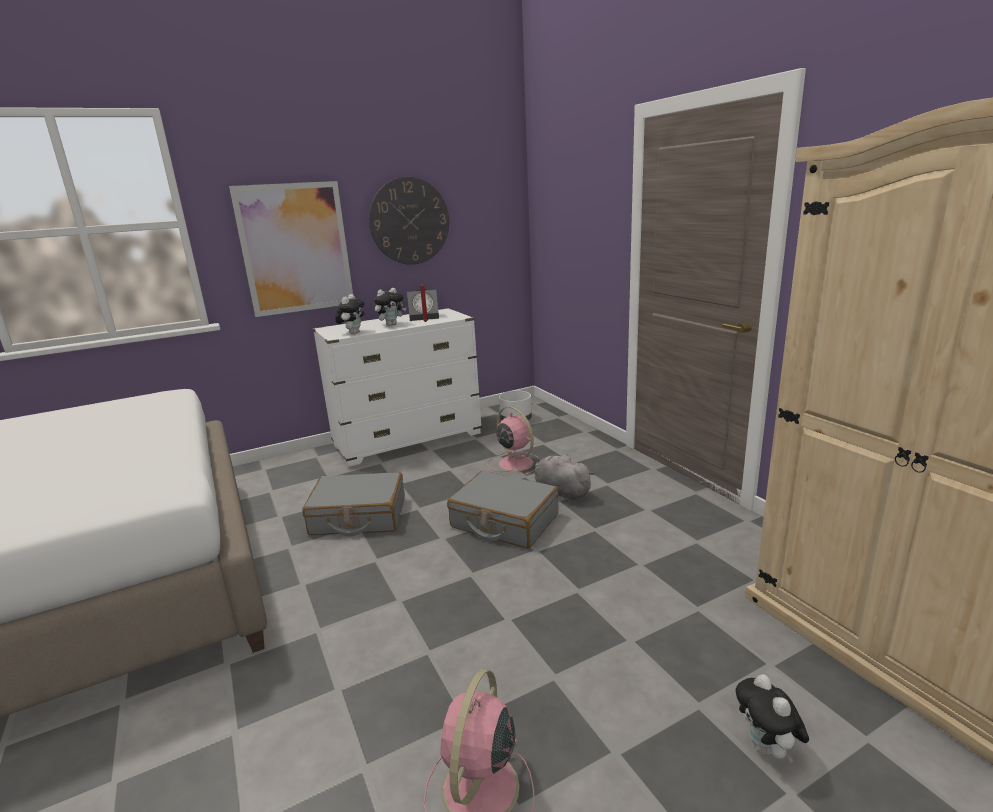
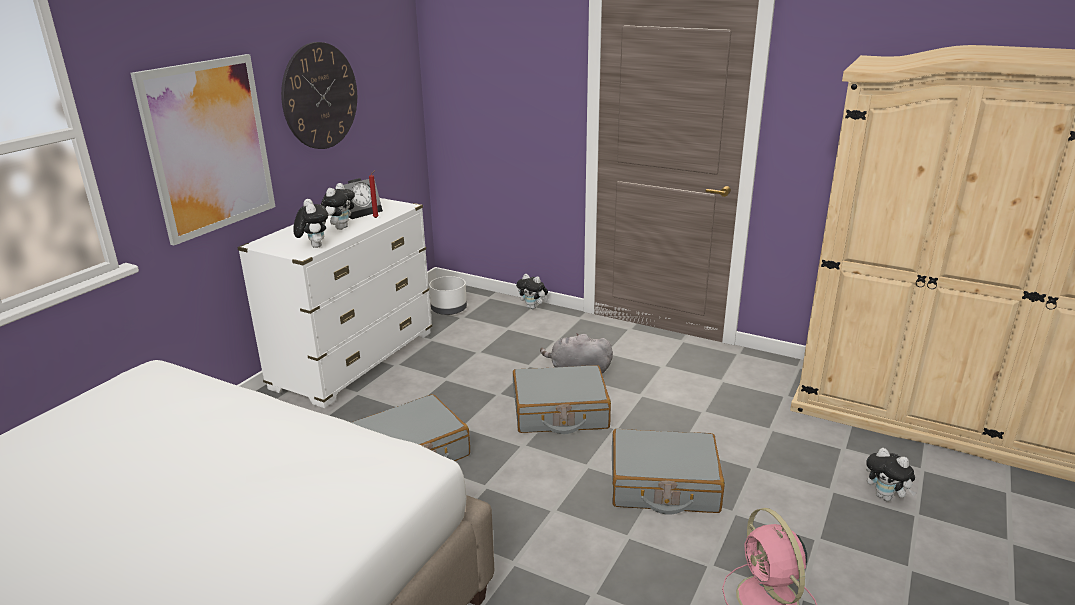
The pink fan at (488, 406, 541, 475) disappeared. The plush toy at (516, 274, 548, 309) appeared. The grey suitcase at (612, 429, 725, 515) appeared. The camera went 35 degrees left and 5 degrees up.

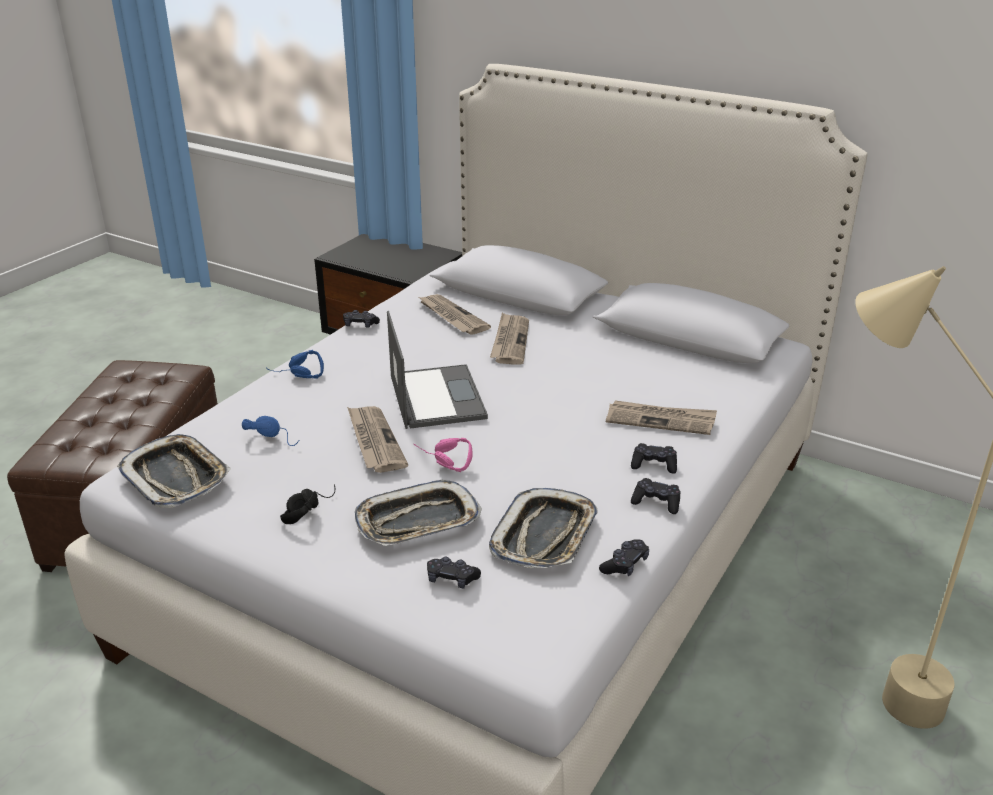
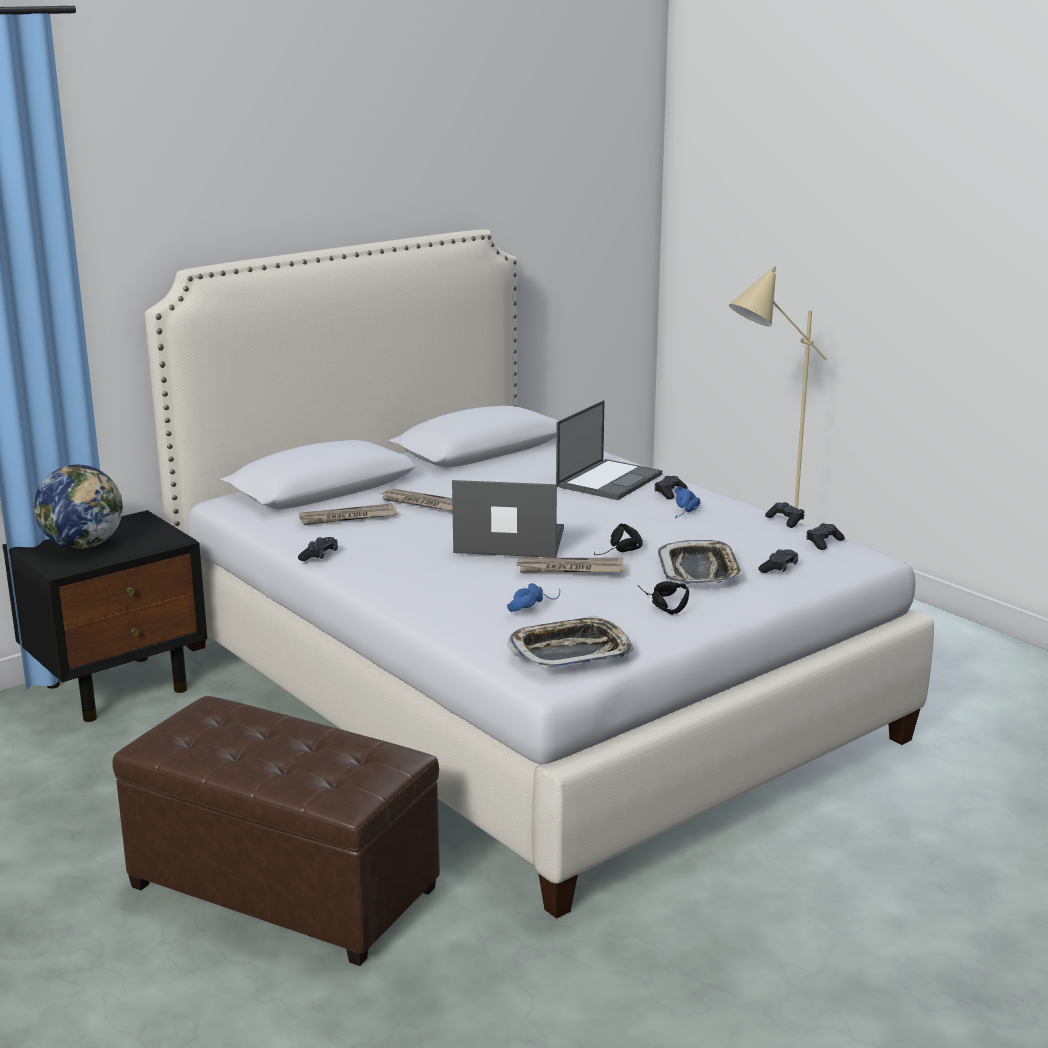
The blue headphones moved from (266, 350, 324, 379) to (674, 486, 700, 518). The newspaper at (606, 400, 717, 435) was replaced by the laptop at (556, 400, 662, 500). The pink headphones at (414, 438, 473, 472) became the black headphones at (594, 523, 643, 555). The black game controller moved from (631, 478, 681, 514) to (806, 523, 845, 550). The tray at (489, 488, 598, 568) disappeared. The globe at (34, 465, 123, 549) appeared. The camera went 70 degrees left and 10 degrees down.

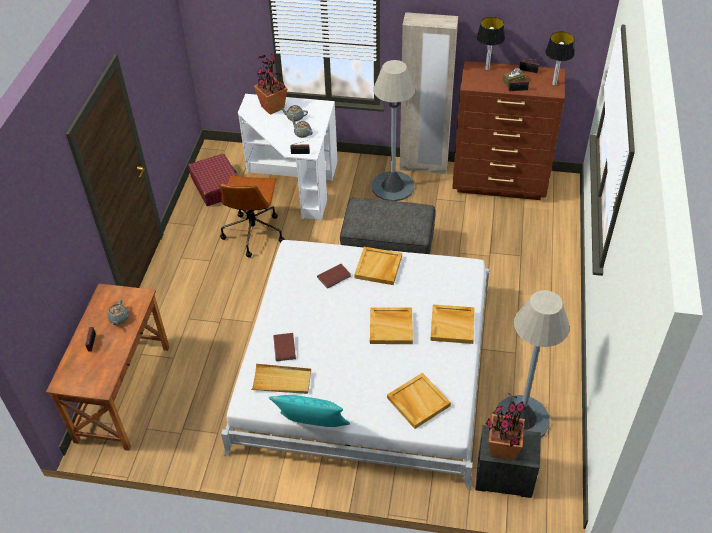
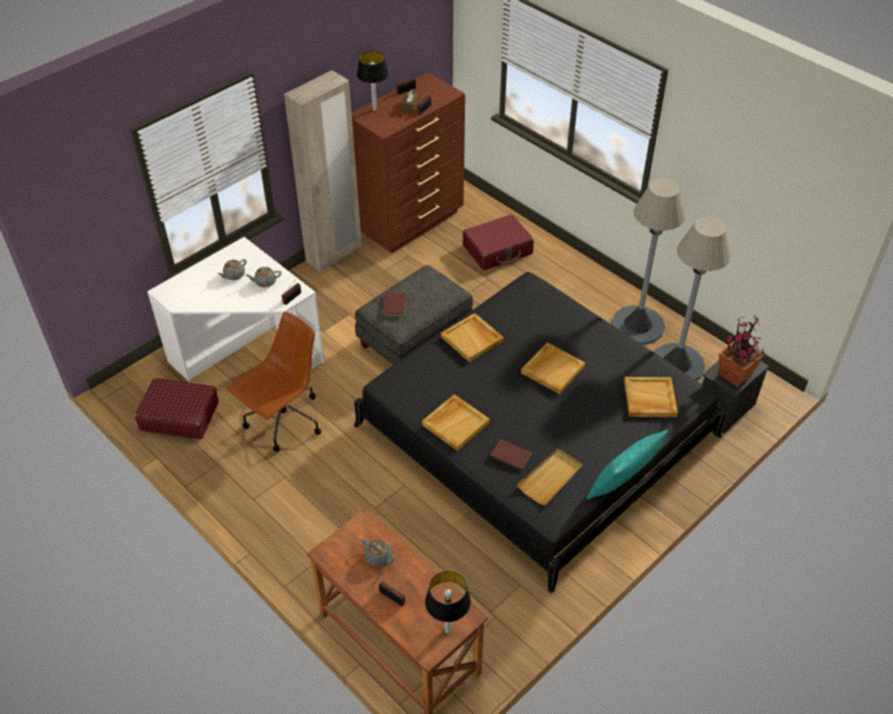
The table lamp moved from (545, 32, 575, 86) to (425, 571, 471, 634). The potted plant at (254, 53, 287, 115) disappeared. The grey floor lamp moved from (372, 60, 415, 201) to (611, 179, 685, 345). The brown office chair at (219, 176, 285, 257) turned 90 degrees counterclockwise. The white bed at (221, 240, 489, 490) became the black bed at (354, 272, 726, 594). The brown book moved from (317, 264, 351, 289) to (383, 292, 405, 317). The beige tray moved from (430, 304, 475, 344) to (422, 394, 490, 451). The red suitcase at (463, 214, 534, 270) appeared. The camera went 55 degrees left and 0 degrees up.

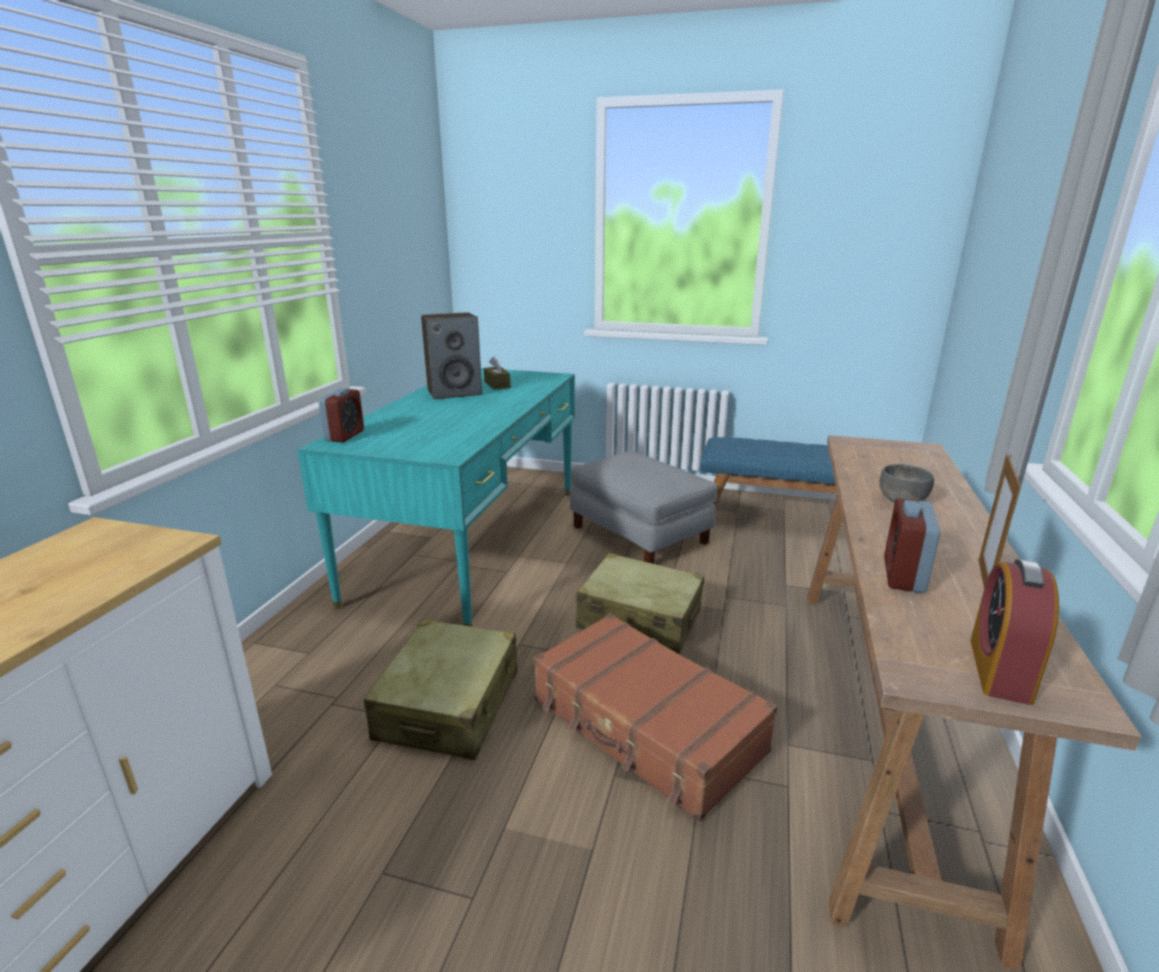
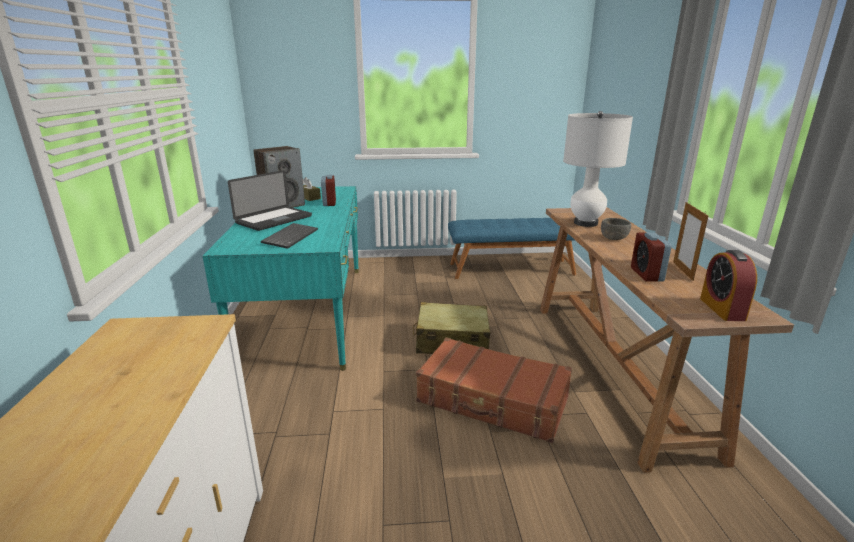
The alarm clock moved from (319, 388, 364, 442) to (321, 175, 336, 206). The grey ottoman at (570, 451, 718, 564) disappeared. The beige suitcase at (364, 619, 518, 760) disappeared. The white table lamp at (563, 111, 633, 227) appeared. The laptop at (228, 170, 312, 231) appeared. The keyboard at (261, 223, 318, 249) appeared. The camera went 20 degrees left and 0 degrees up.

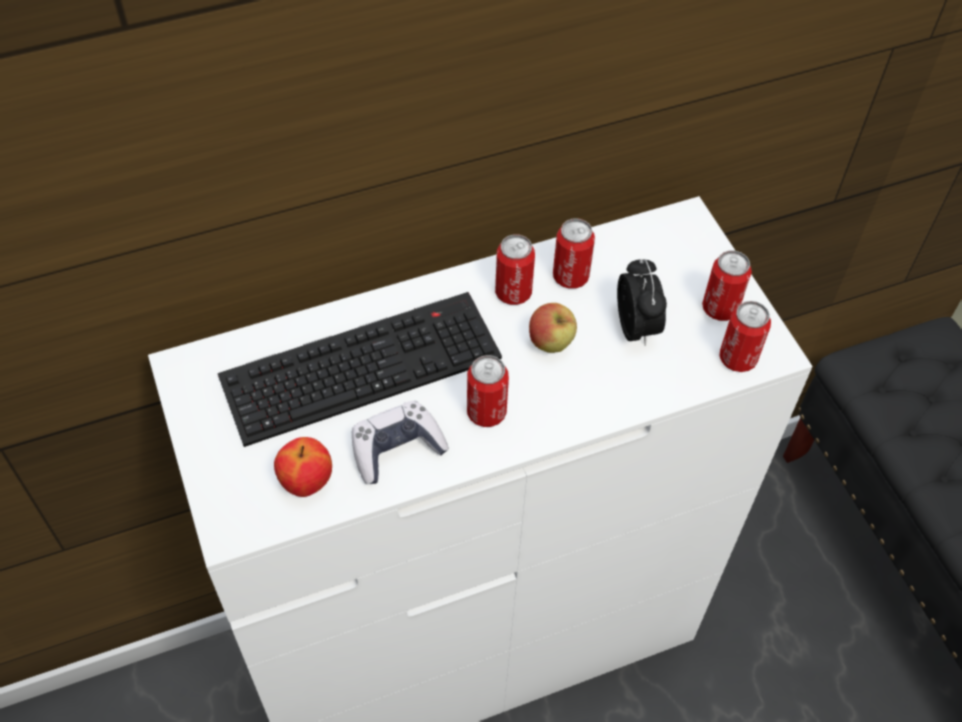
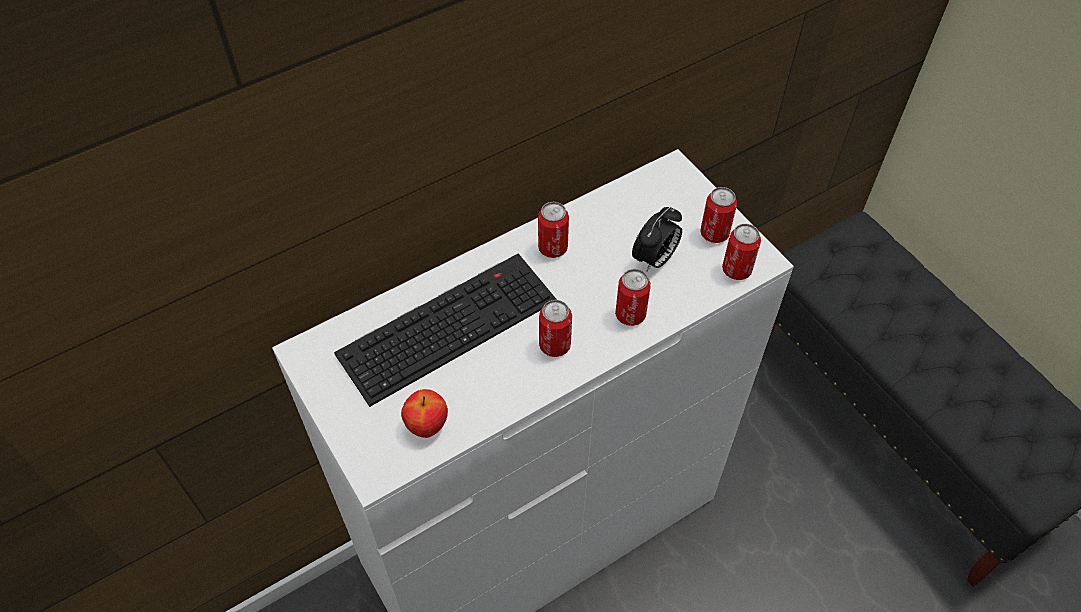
The can moved from (553, 218, 595, 289) to (615, 269, 651, 326). The alarm clock at (617, 259, 667, 346) turned 60 degrees clockwise. The apple at (529, 303, 577, 353) disappeared. The game controller at (352, 401, 449, 484) disappeared. The camera went 10 degrees left and 0 degrees up.

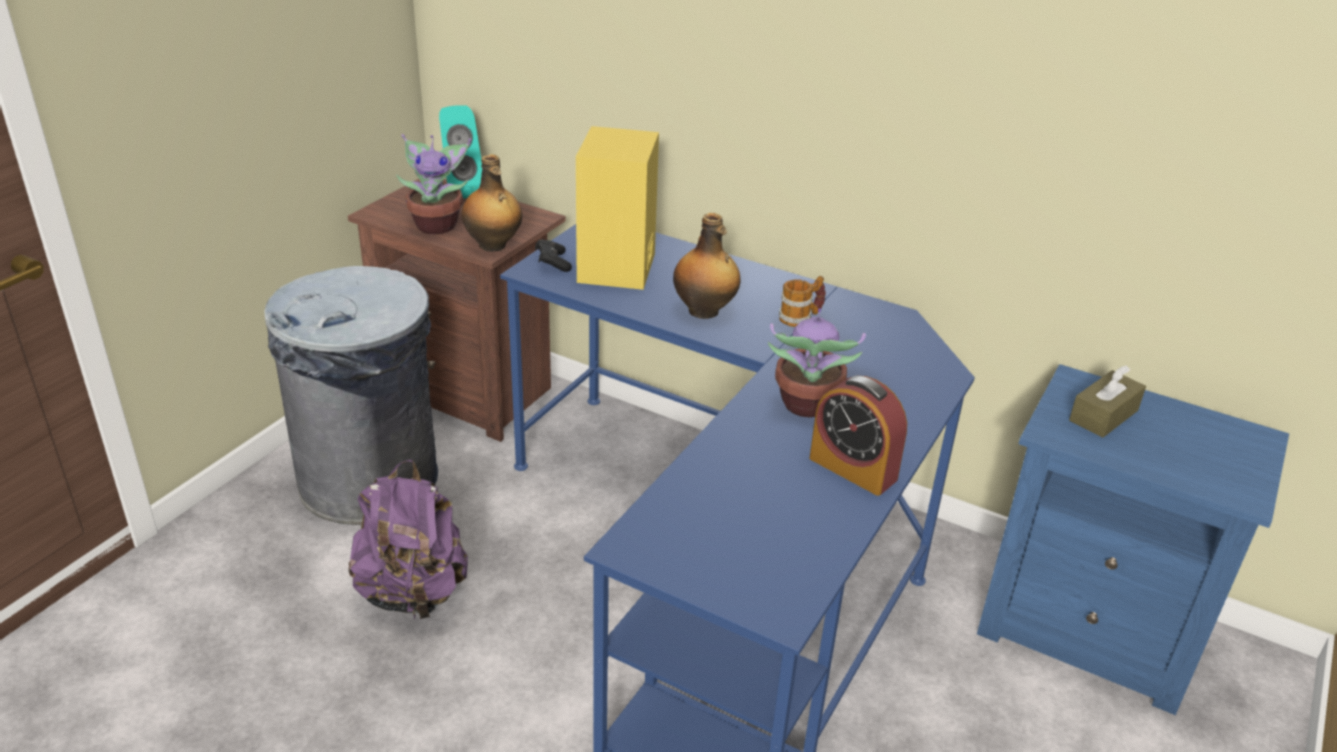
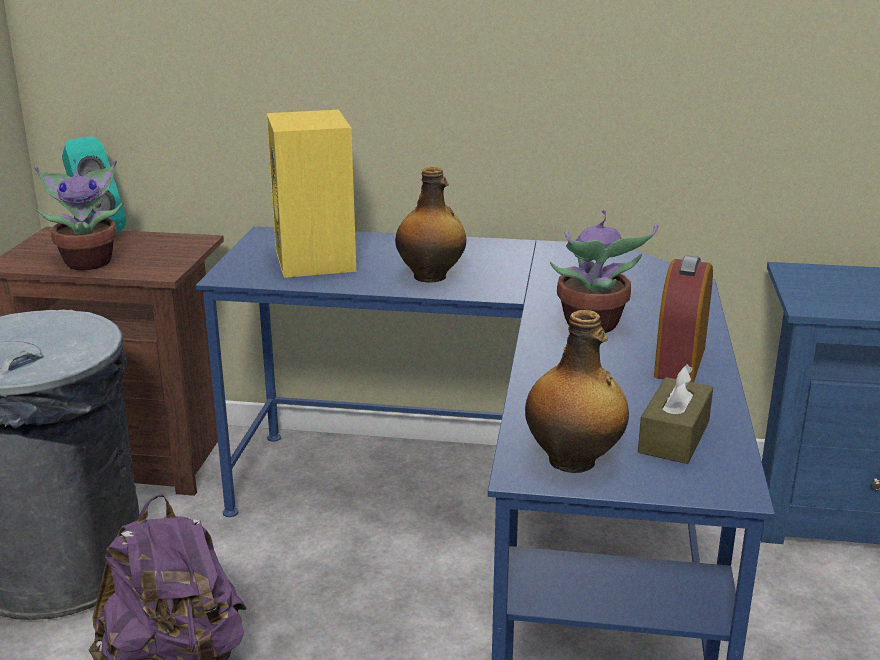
The bottle moved from (462, 154, 522, 252) to (525, 310, 629, 473). The black game controller at (535, 239, 572, 272) disappeared. The mug at (779, 276, 826, 327) disappeared. The brown tissue box moved from (1069, 365, 1146, 438) to (638, 364, 713, 464). The alarm clock at (810, 376, 907, 496) turned 90 degrees clockwise. The camera went 20 degrees left and 10 degrees down.

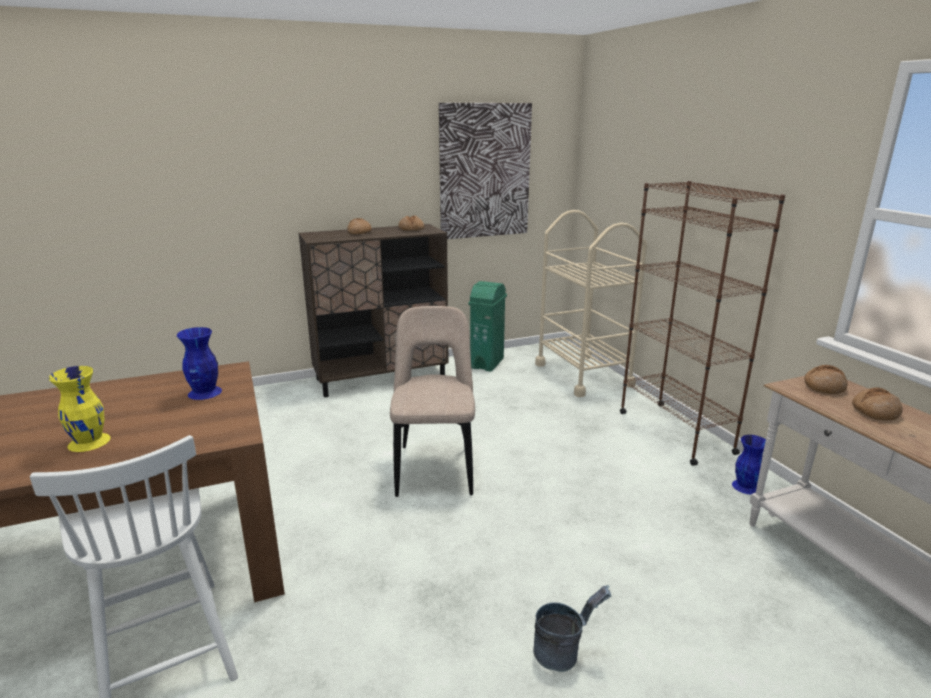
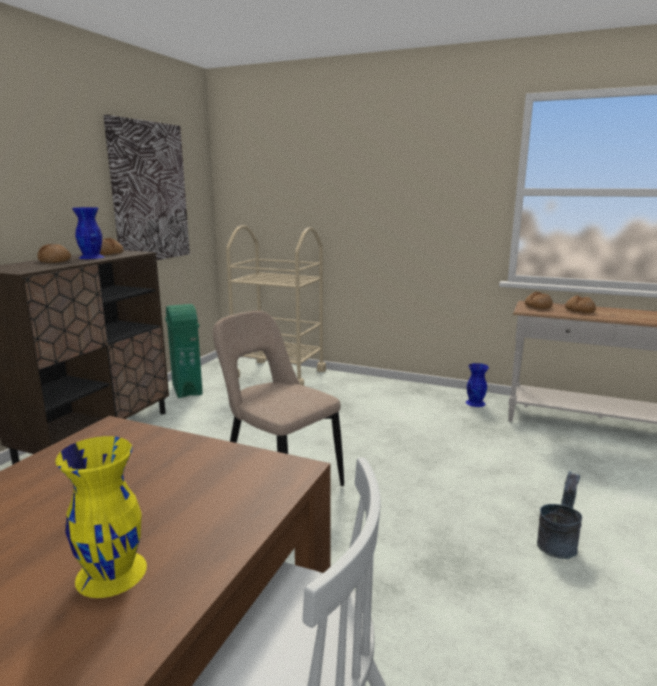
The brown bookcase at (620, 181, 785, 466) disappeared. The blue vase moved from (177, 327, 222, 400) to (72, 207, 104, 259). The camera went 45 degrees left and 5 degrees down.

